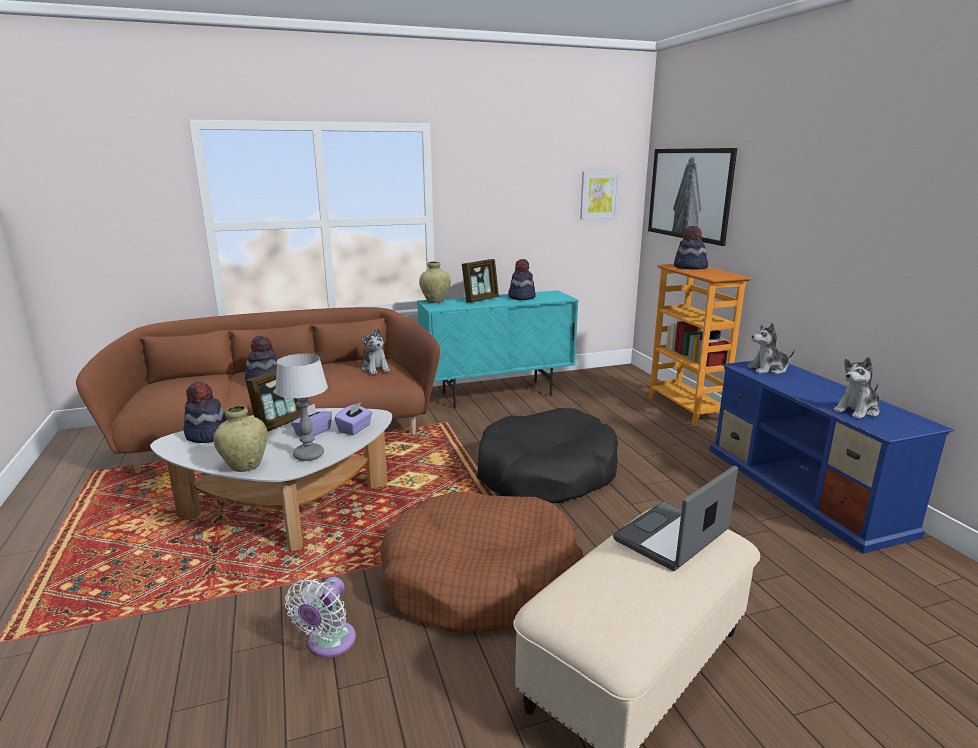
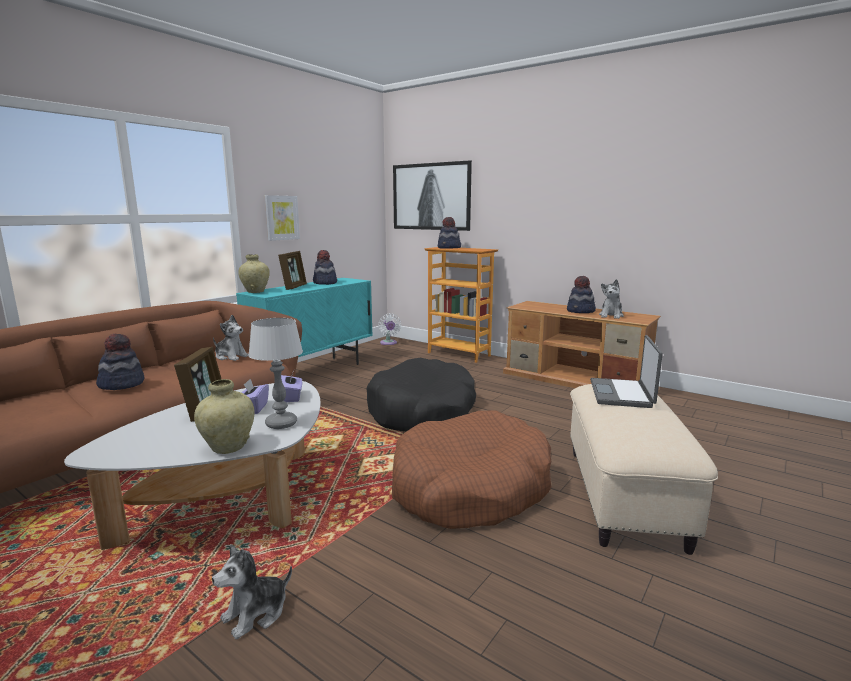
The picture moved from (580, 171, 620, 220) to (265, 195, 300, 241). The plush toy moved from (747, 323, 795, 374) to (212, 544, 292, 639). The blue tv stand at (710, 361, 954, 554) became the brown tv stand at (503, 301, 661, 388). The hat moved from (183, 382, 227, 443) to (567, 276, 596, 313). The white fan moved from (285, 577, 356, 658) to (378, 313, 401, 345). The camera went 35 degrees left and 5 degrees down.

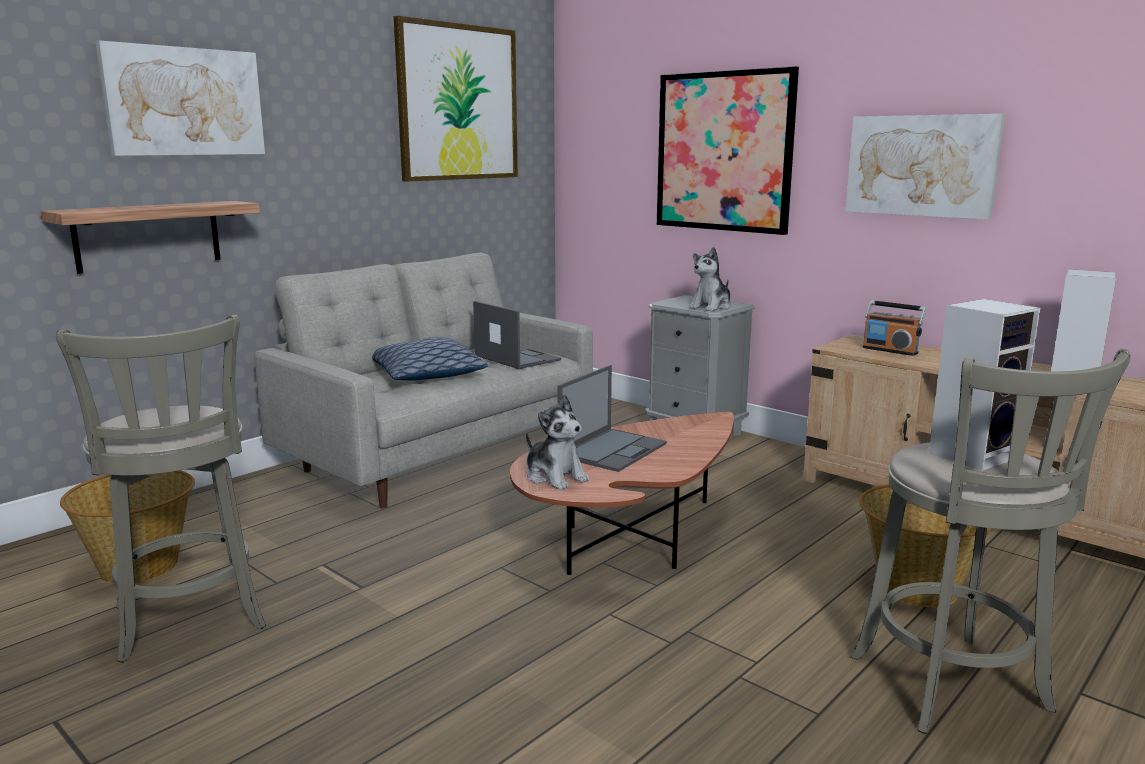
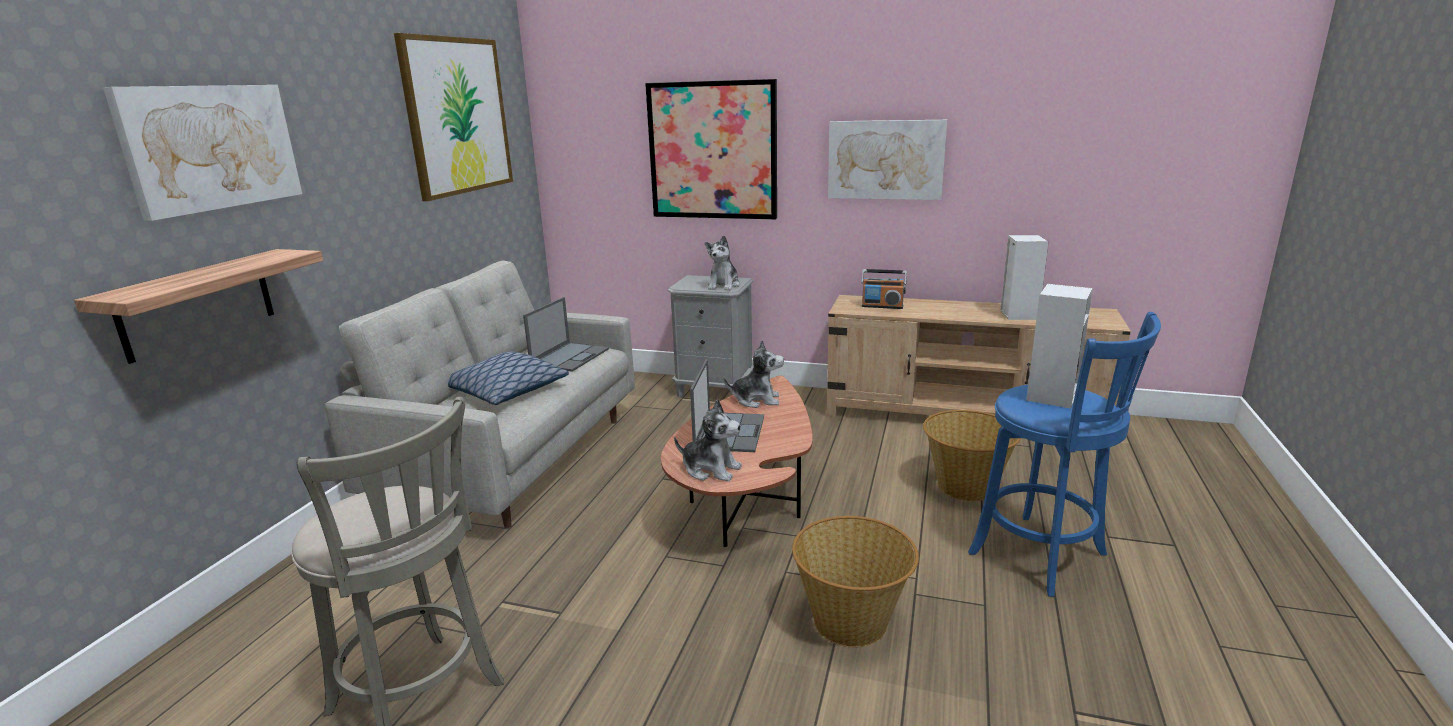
The laptop at (473, 301, 561, 369) turned 90 degrees clockwise. The grey stool at (850, 349, 1130, 734) became the blue stool at (968, 312, 1161, 597). The basket moved from (60, 470, 195, 584) to (792, 516, 919, 647). The plush toy at (723, 340, 784, 408) appeared. The camera went 25 degrees left and 5 degrees up.

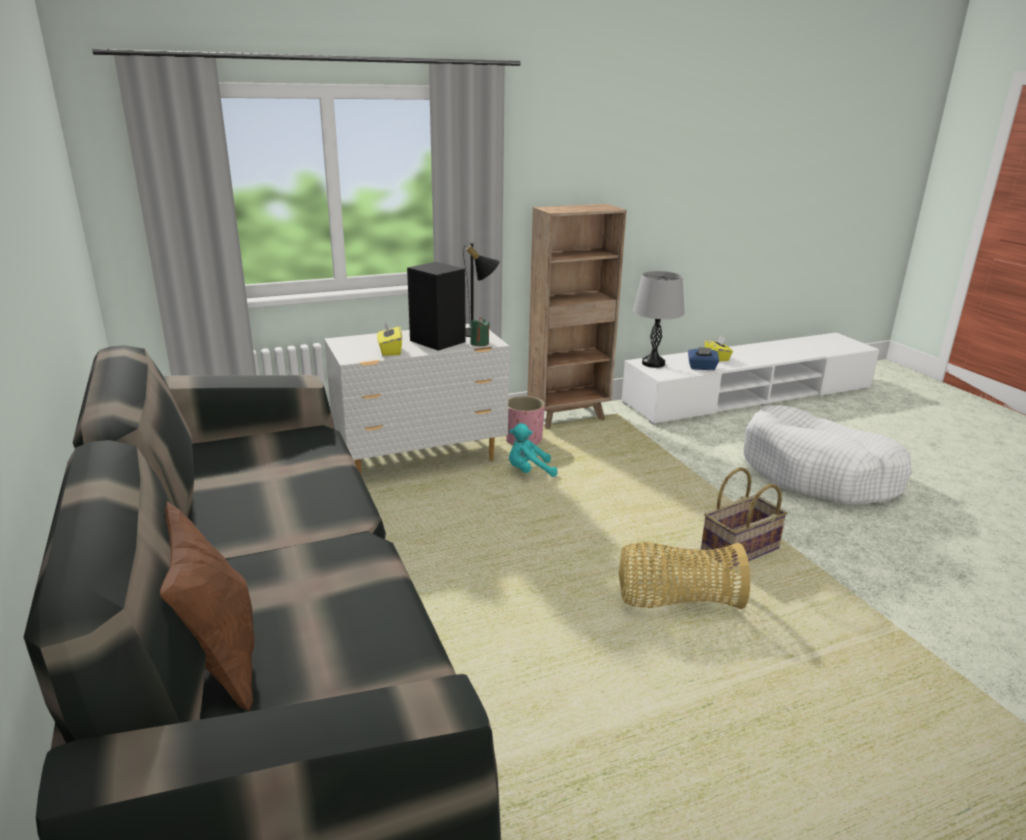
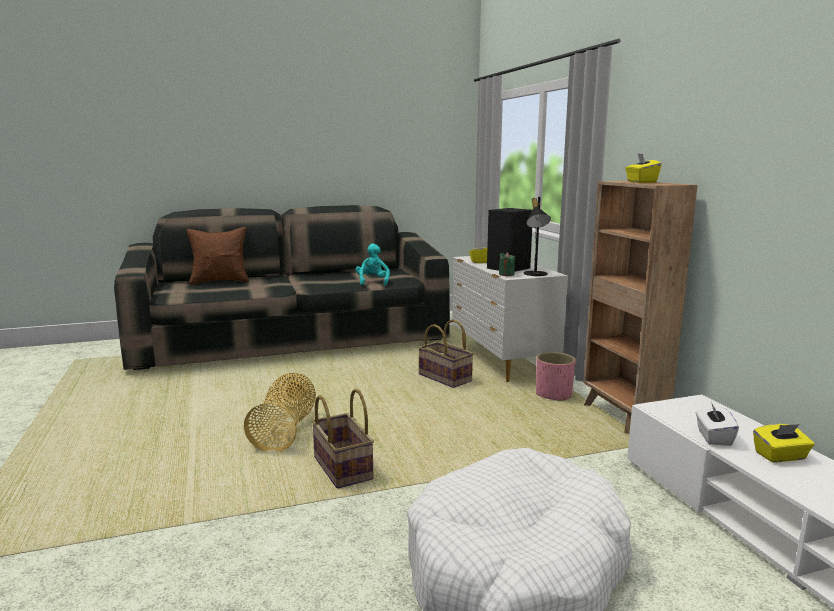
The grey table lamp at (633, 271, 685, 368) disappeared. The blue tissue box at (688, 347, 719, 370) became the white tissue box at (696, 402, 739, 446). The turquoise plush toy moved from (509, 423, 557, 477) to (356, 243, 390, 286). The yellow tissue box at (625, 153, 662, 183) appeared. The basket at (418, 319, 474, 388) appeared. The camera went 95 degrees right and 10 degrees down.

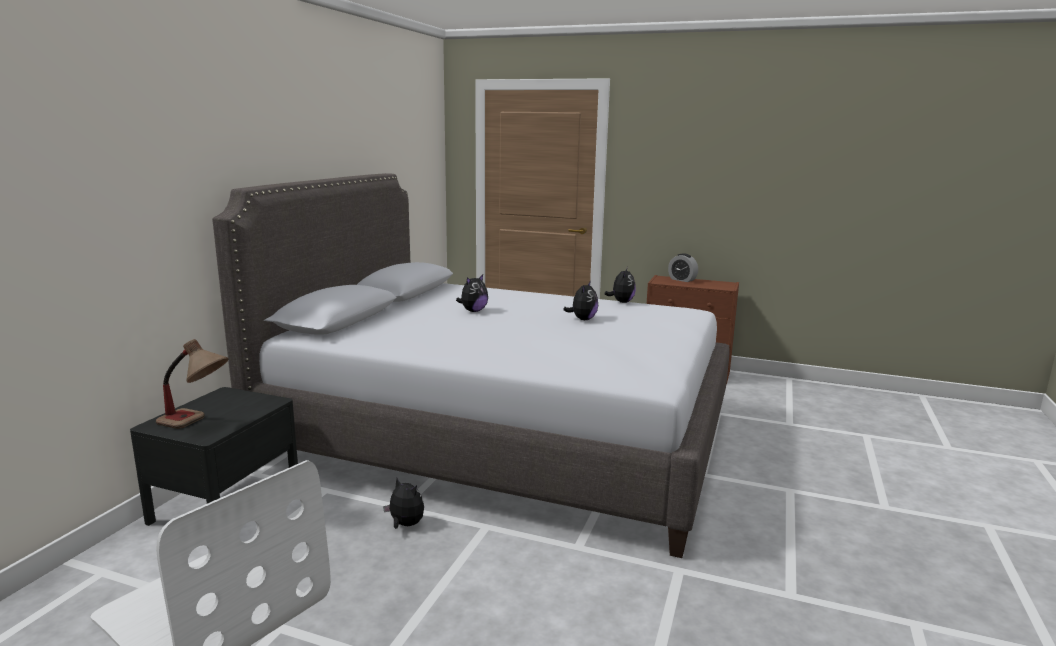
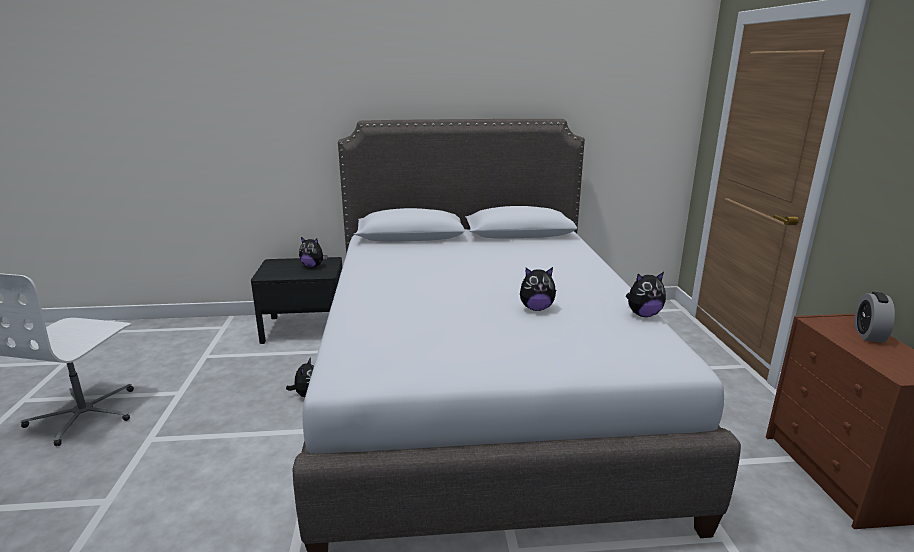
The plush toy moved from (456, 275, 488, 312) to (299, 237, 328, 267). The table lamp at (156, 339, 229, 429) disappeared. The camera went 65 degrees right and 5 degrees up.

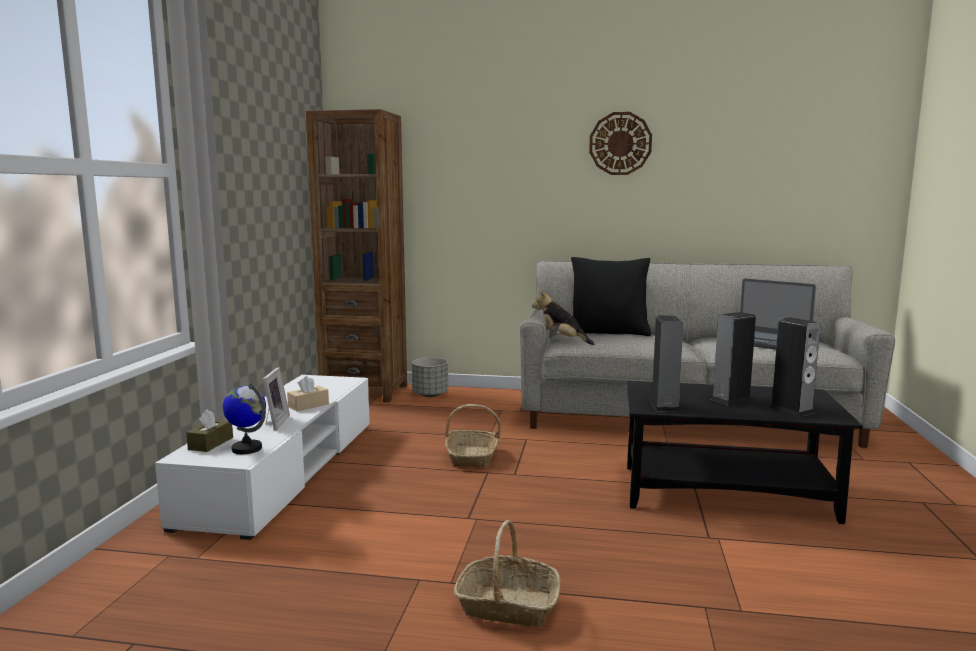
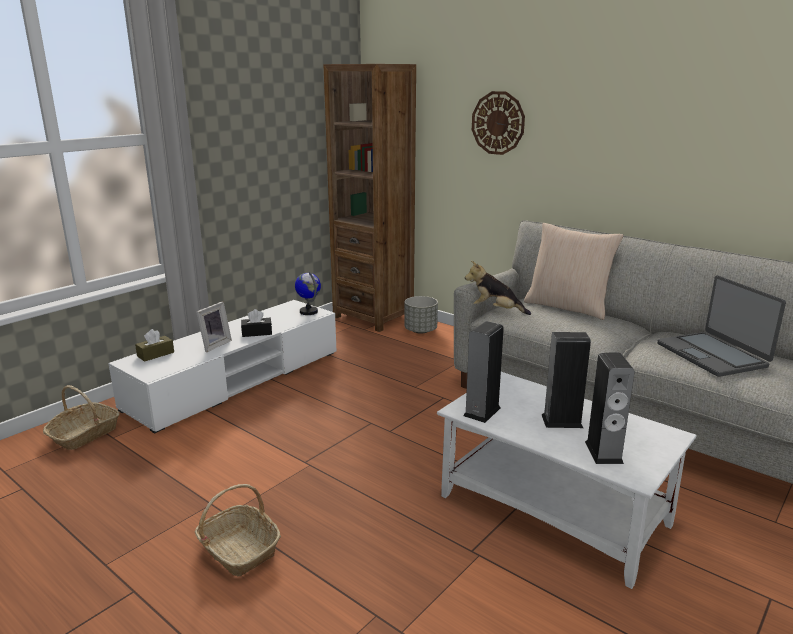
The wall clock moved from (589, 112, 652, 175) to (472, 91, 525, 155). The black pillow at (571, 257, 651, 336) became the beige pillow at (524, 223, 624, 320). The plush toy at (532, 290, 594, 345) turned 45 degrees counterclockwise. The beige tissue box at (287, 376, 329, 411) became the black tissue box at (241, 309, 272, 337). The black coffee table at (626, 381, 863, 524) became the white coffee table at (437, 372, 697, 589). The globe moved from (223, 383, 266, 454) to (295, 272, 321, 315). The basket moved from (445, 404, 501, 467) to (43, 385, 120, 450). The camera went 30 degrees right and 10 degrees up.

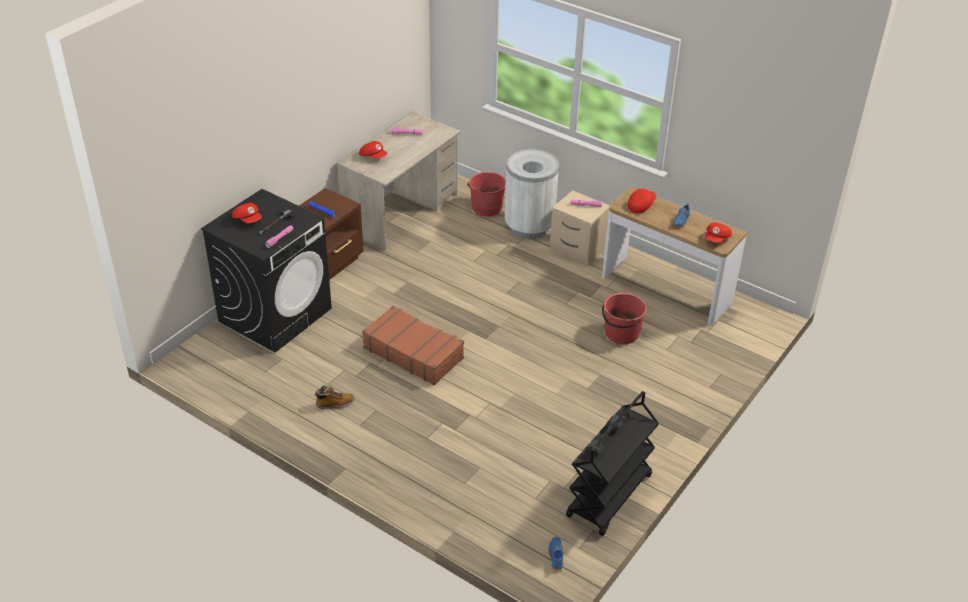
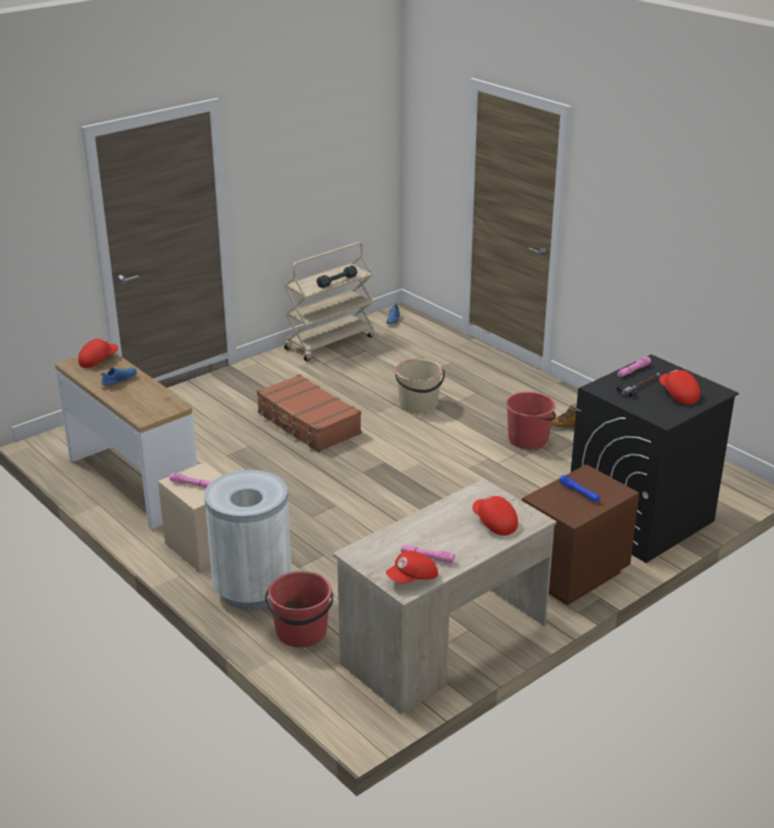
The red cap moved from (628, 188, 656, 213) to (386, 551, 438, 584). The red bucket moved from (602, 293, 647, 344) to (506, 391, 556, 449). The brown suitcase moved from (362, 306, 464, 385) to (257, 374, 361, 452). The black cart at (566, 391, 659, 536) became the beige cart at (284, 242, 375, 361). The beige bucket at (395, 359, 445, 413) appeared. The camera went 165 degrees left and 10 degrees down.

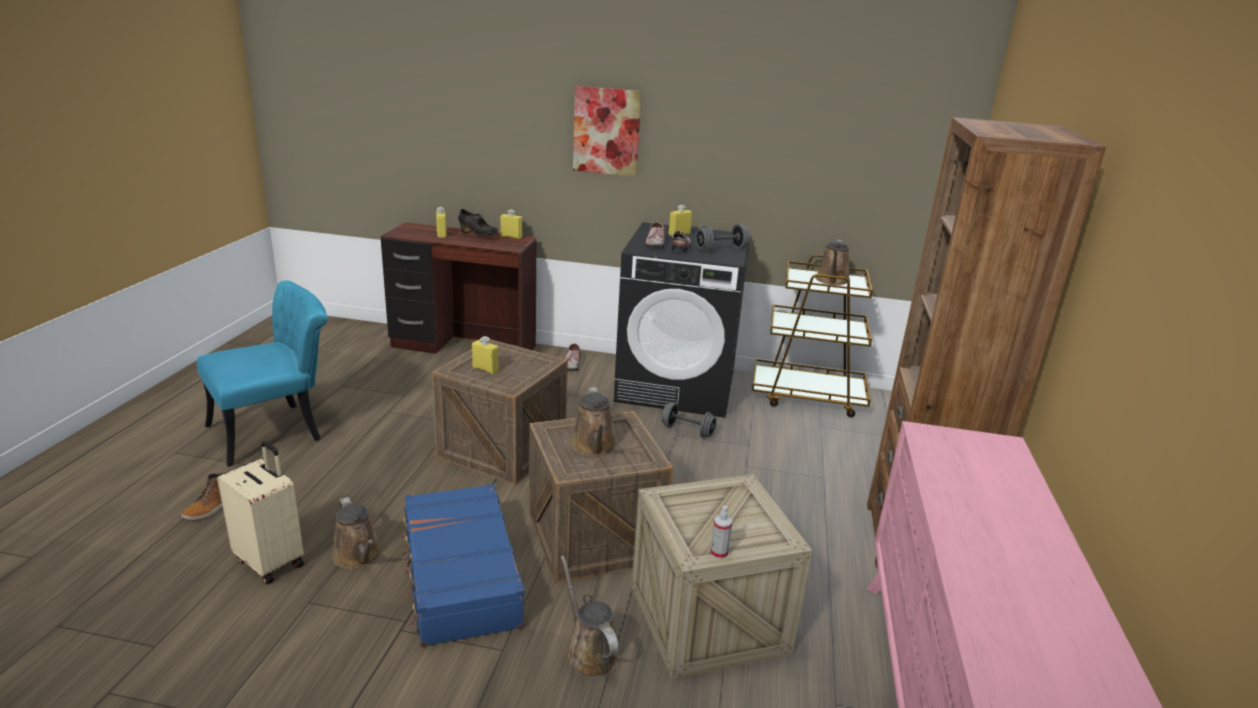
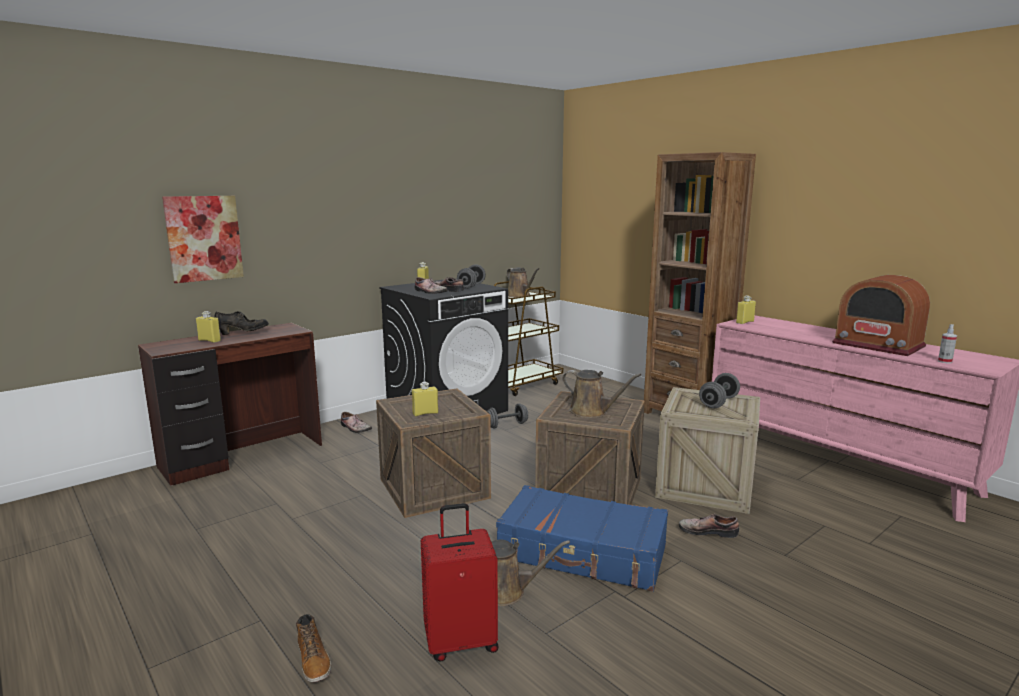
The picture moved from (573, 86, 642, 177) to (162, 196, 244, 283). The yellow bottle moved from (500, 210, 522, 239) to (736, 296, 756, 324). The turquoise chair at (197, 280, 328, 467) disappeared. The beige suitcase at (217, 441, 304, 585) became the red suitcase at (421, 503, 498, 662). The spray bottle moved from (710, 506, 732, 559) to (938, 324, 957, 363). The brown watering can at (561, 555, 620, 679) was replaced by the shoe at (679, 514, 739, 538). The radio at (832, 275, 930, 356) appeared. The grey dumbbell at (699, 373, 740, 408) appeared. The camera went 50 degrees left and 10 degrees down.

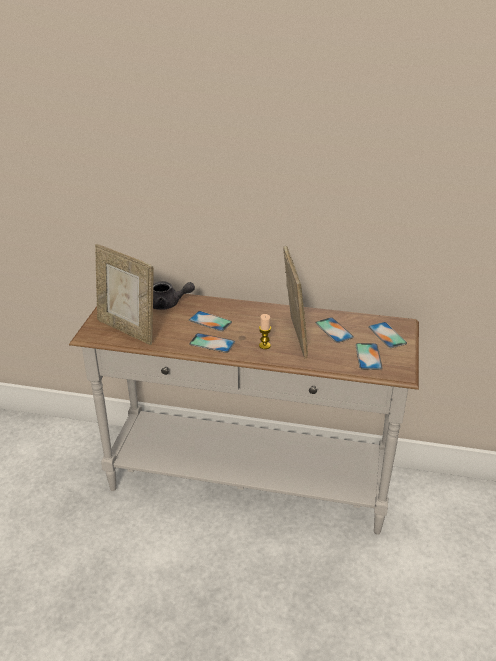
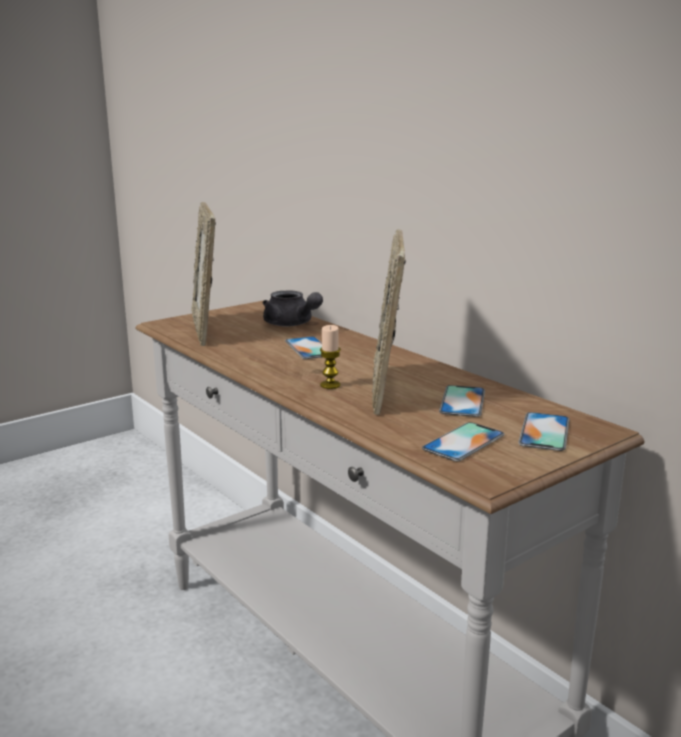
The picture frame at (283, 246, 308, 359) turned 150 degrees clockwise. The phone at (189, 333, 235, 353) disappeared. The camera went 40 degrees right and 15 degrees down.

